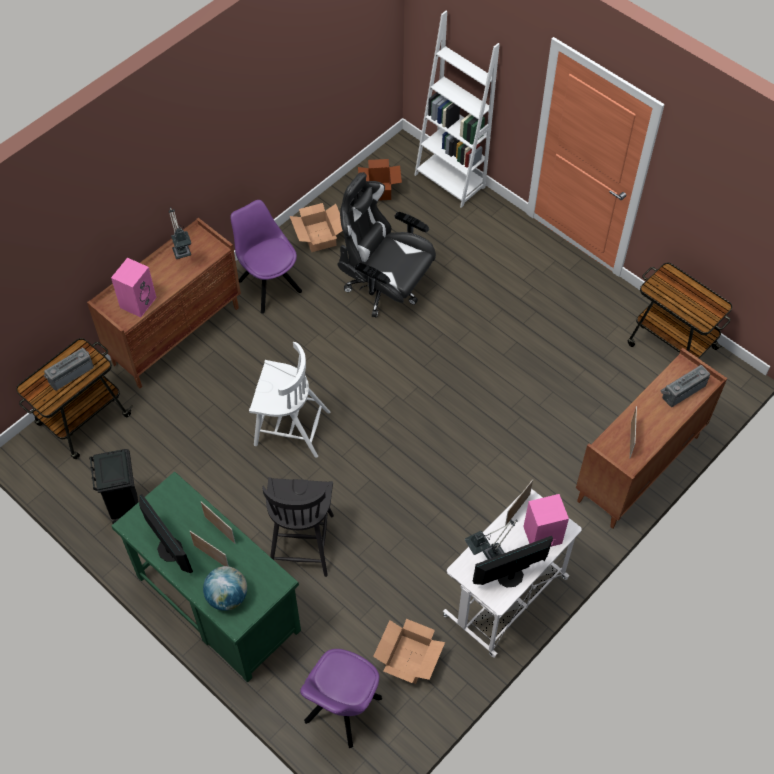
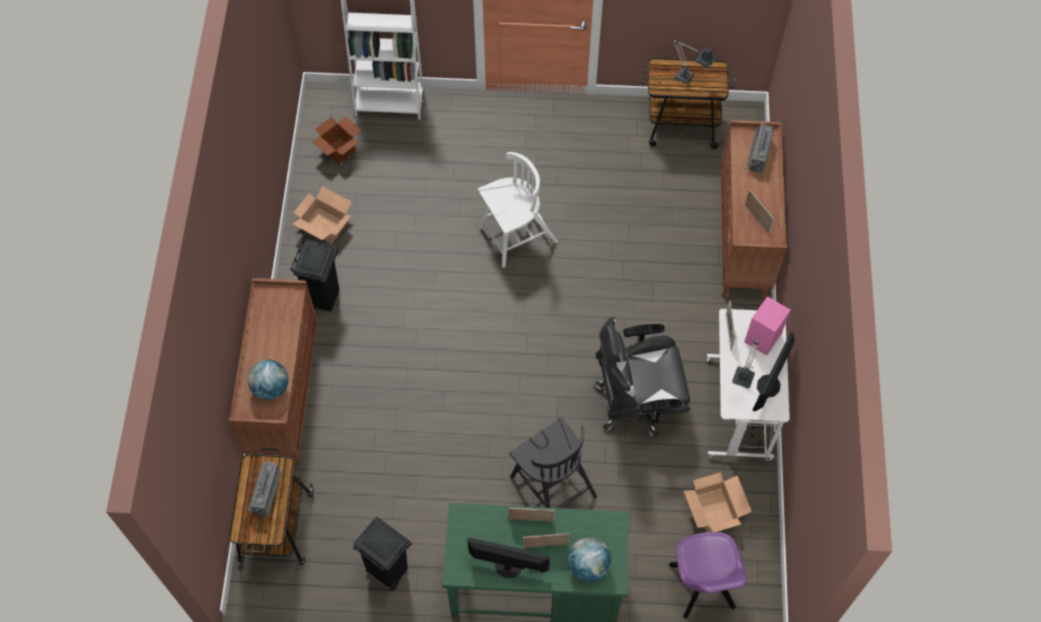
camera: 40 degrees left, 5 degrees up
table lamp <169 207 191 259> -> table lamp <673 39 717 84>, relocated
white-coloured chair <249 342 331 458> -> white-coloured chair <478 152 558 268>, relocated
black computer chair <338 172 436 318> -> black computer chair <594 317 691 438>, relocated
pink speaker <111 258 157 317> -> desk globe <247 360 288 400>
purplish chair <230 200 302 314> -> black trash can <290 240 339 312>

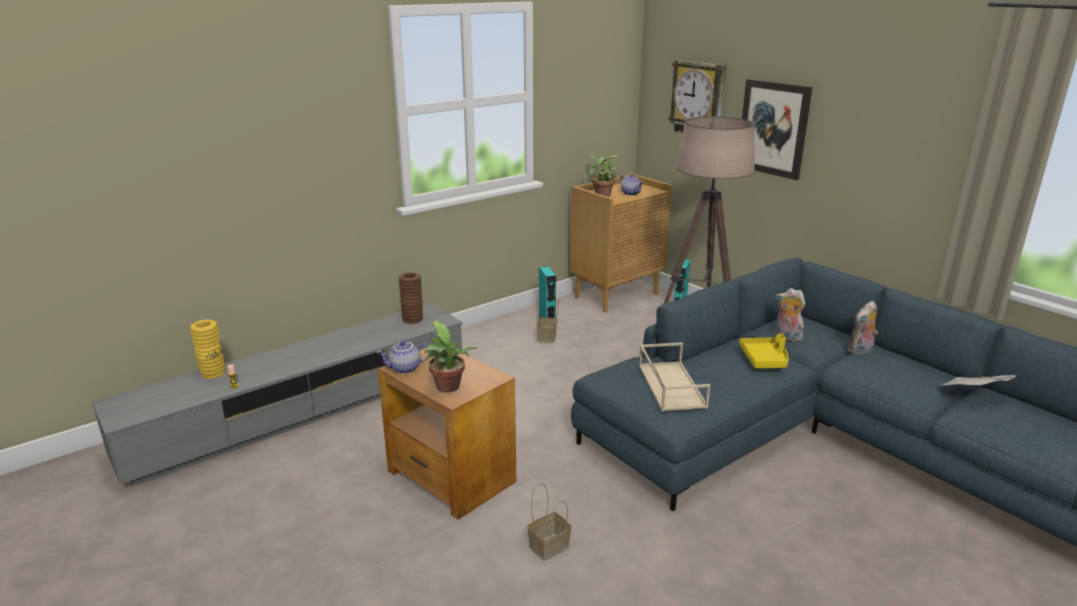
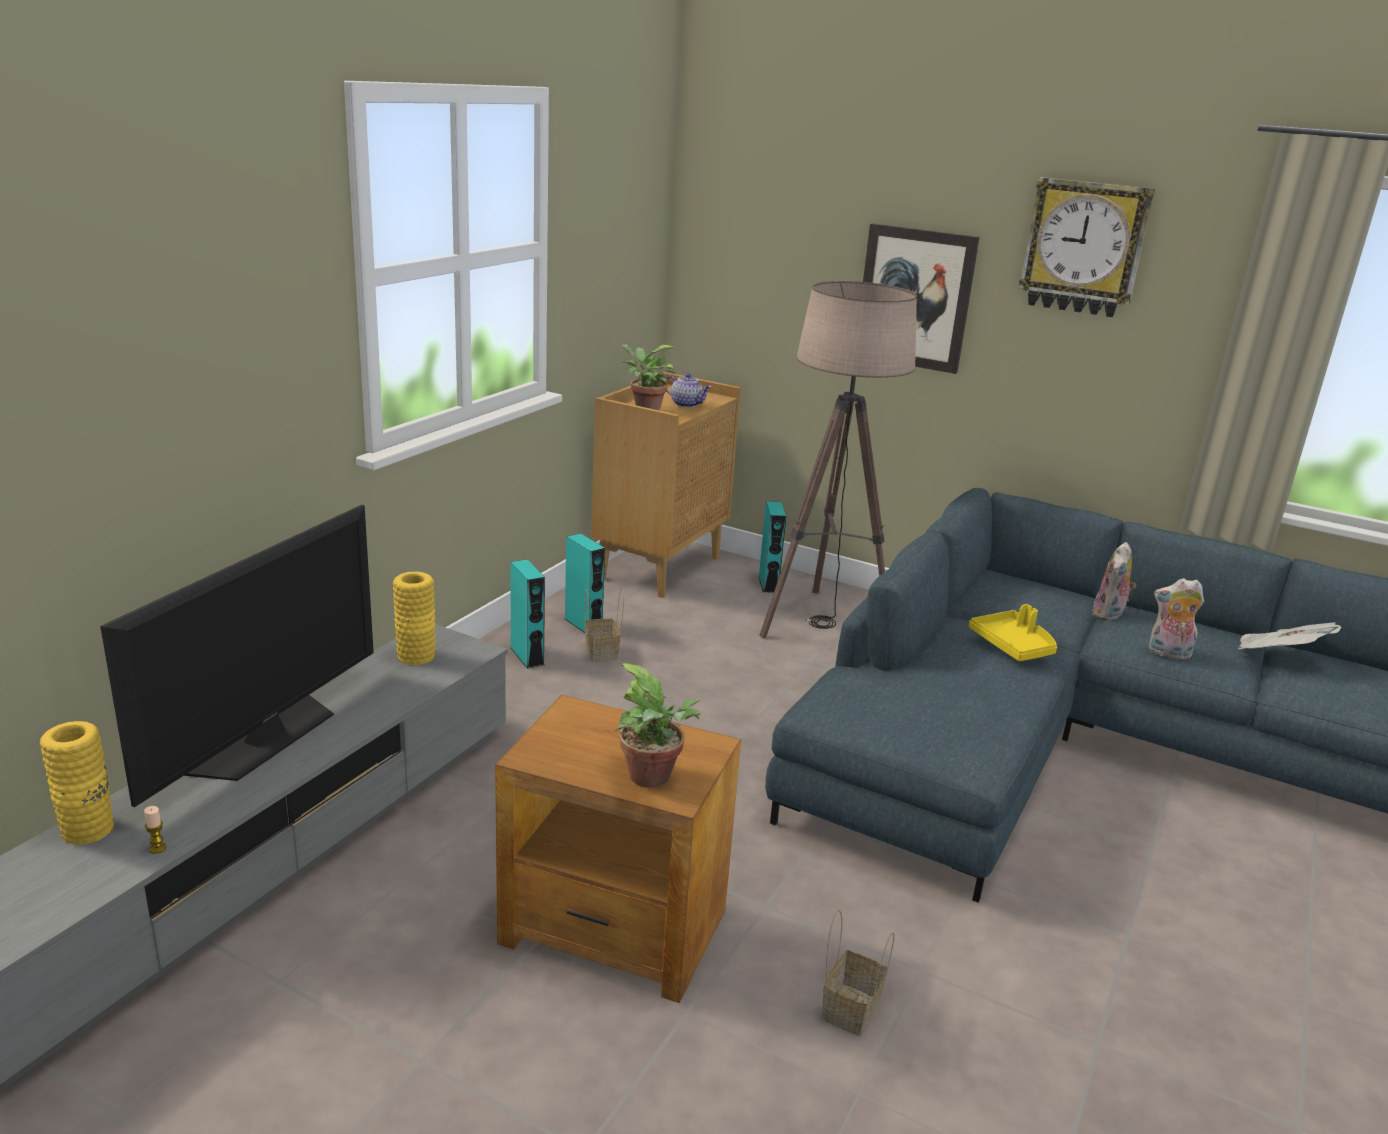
camera: 25 degrees left, 0 degrees up
pot for tea <377 341 430 374> -> none
beige serving tray <639 342 710 411> -> none
none -> TV set <100 505 374 807>
none -> turquoise speaker <510 559 545 669>
clock on the wall <668 60 726 133> -> clock on the wall <1019 177 1155 317>, relocated
soft toy <776 288 806 341> -> soft toy <1149 578 1204 659>, relocated
brown-coloured vase <399 272 423 324> -> yellow-coloured vase <393 572 436 665>

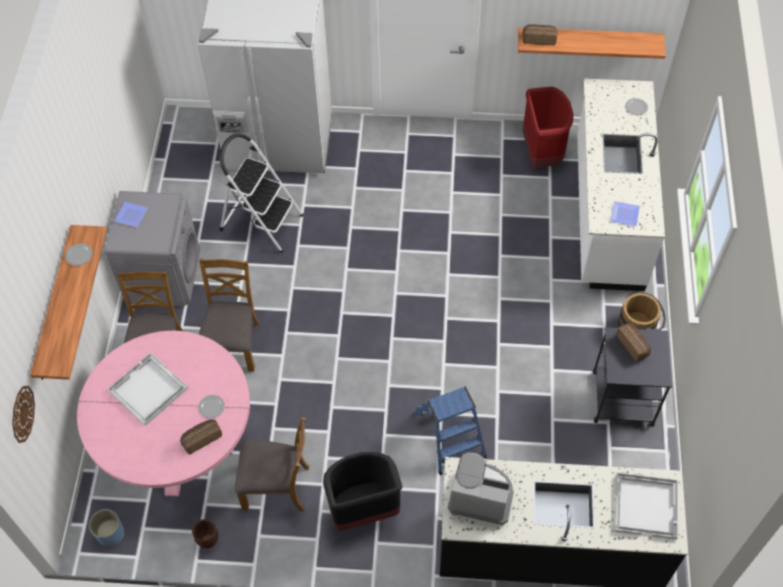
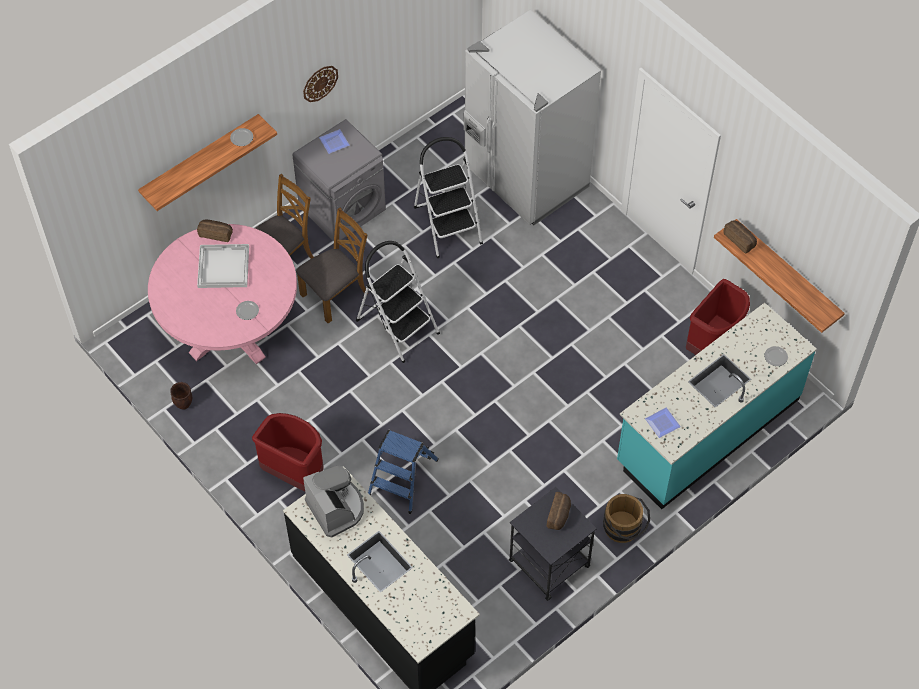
camera: 45 degrees right, 0 degrees up
blue planter <89 509 124 547> -> none
brown-coloured chair <234 417 309 511> -> none
white-coloured serving tray <614 473 678 540> -> none
none -> step ladder <356 241 440 363>
clock on the wall <12 386 35 443> -> clock on the wall <303 66 338 102>, relocated
baked bread <180 419 222 454> -> baked bread <197 220 233 242>, relocated
black trash can <323 452 402 531> -> reddish trash can <252 413 324 491>
white-coloured kitchen counter <577 78 665 291> -> turquoise kitchen counter <617 302 817 509>

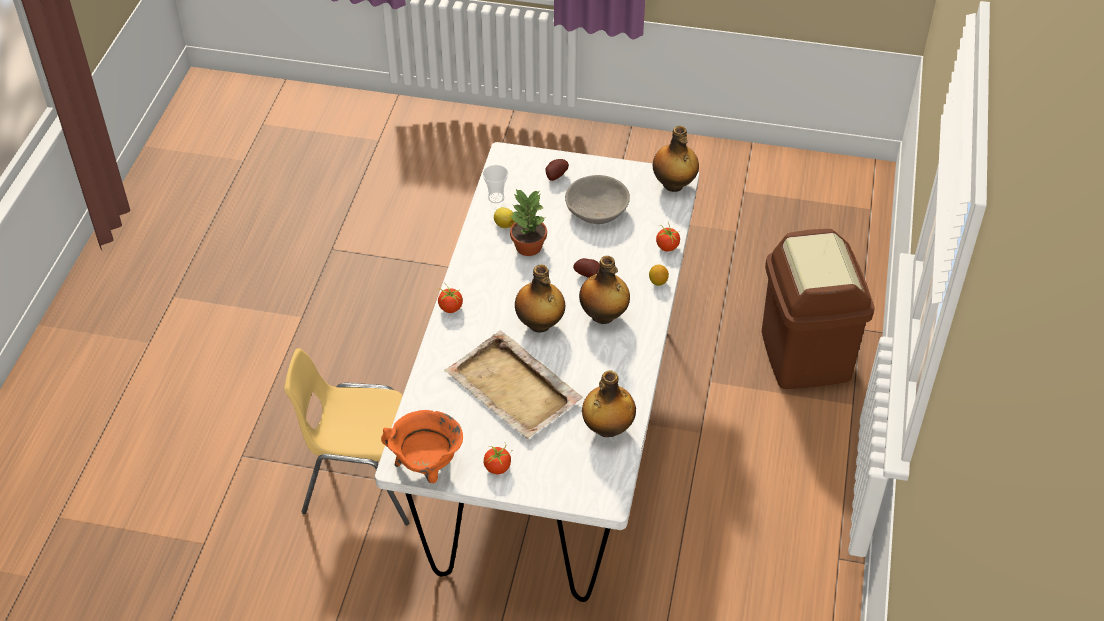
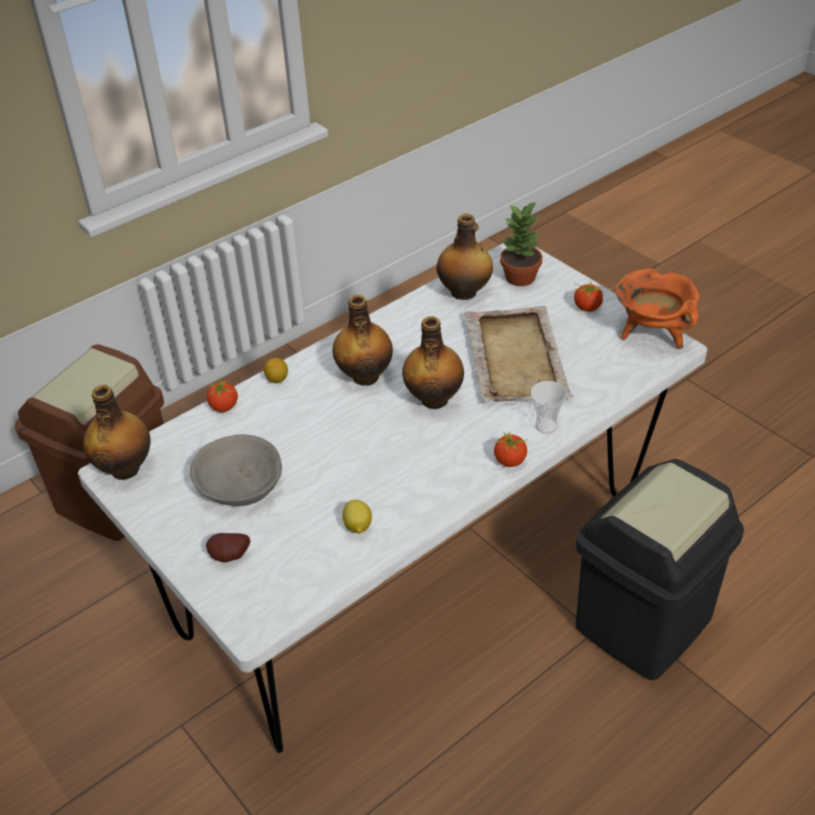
camera: 140 degrees left, 5 degrees down
spud <573 258 600 278> -> none
small cup <482 165 508 203> -> small cup <531 381 567 434>, relocated
houseplant <509 189 547 256> -> houseplant <500 201 542 286>, relocated
yellow-coloured chair <284 349 409 525> -> black trash can <576 459 744 680>

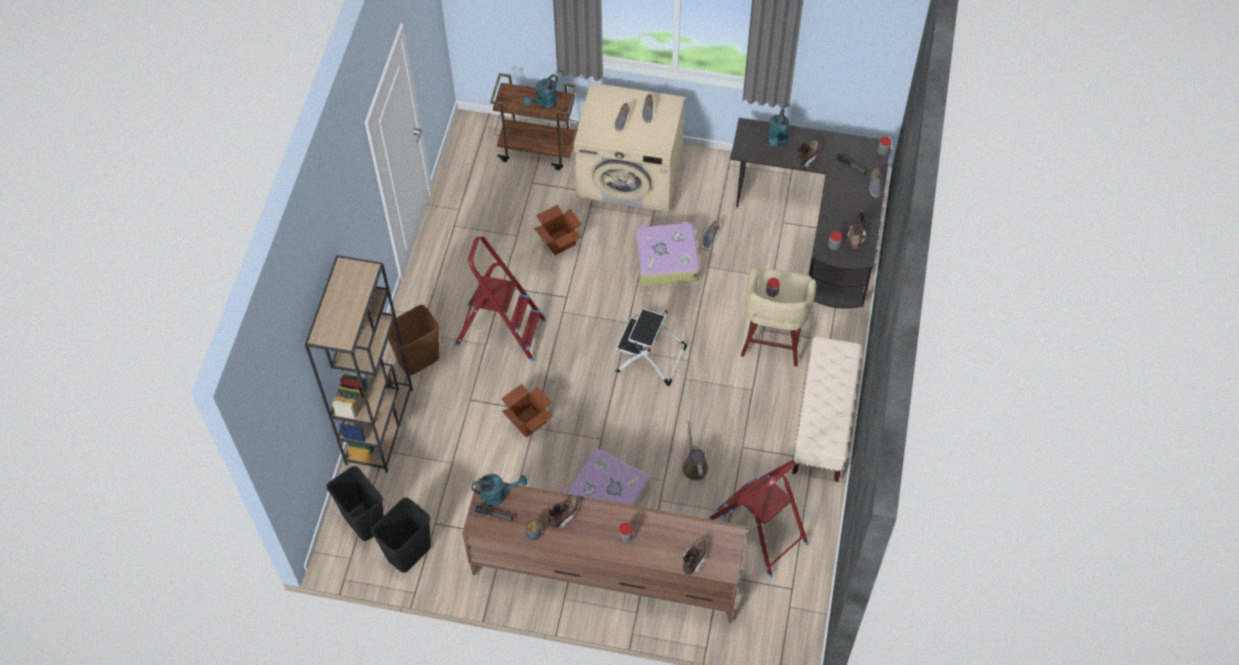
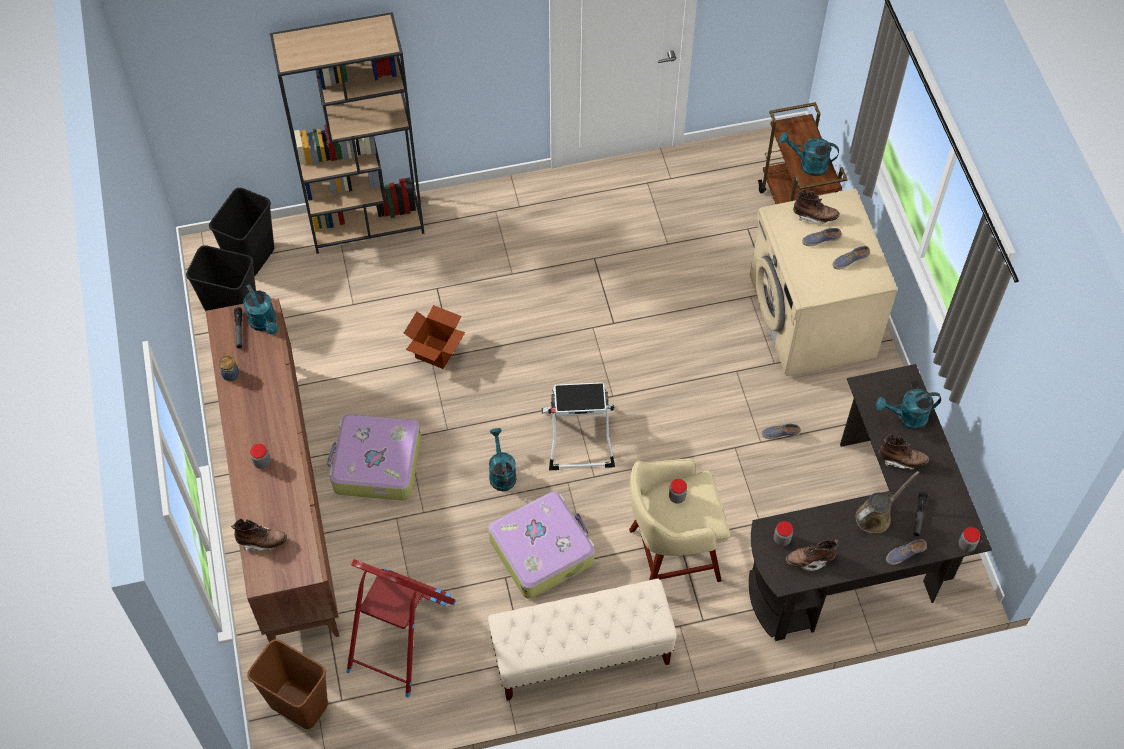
camera: 65 degrees right, 0 degrees up
reddish step ladder <454 237 546 361> -> none
carton <534 205 582 255> -> none
none -> turquoise sprinkling can <489 428 517 491>
brown-coloured trash can <388 305 439 376> -> brown-coloured trash can <247 639 328 729>, relocated
brown-coloured tall boot <548 495 579 528> -> brown-coloured tall boot <793 190 840 224>, relocated
piece of luggage <635 222 700 286> -> piece of luggage <488 492 595 599>, relocated
brown-coloured sprinkling can <683 421 708 480> -> brown-coloured sprinkling can <855 471 919 533>, relocated

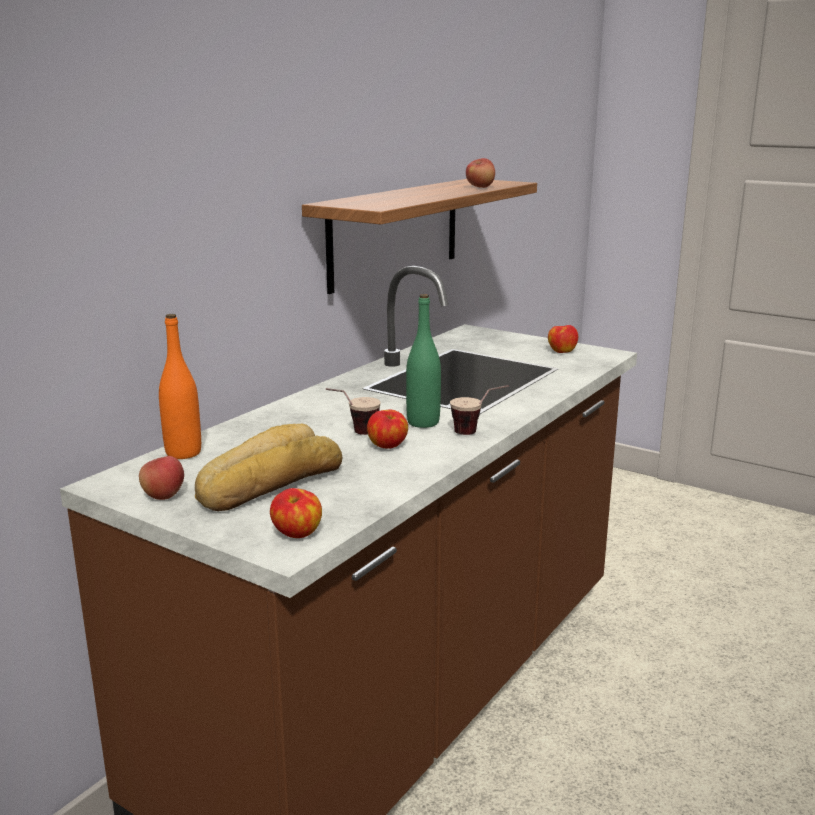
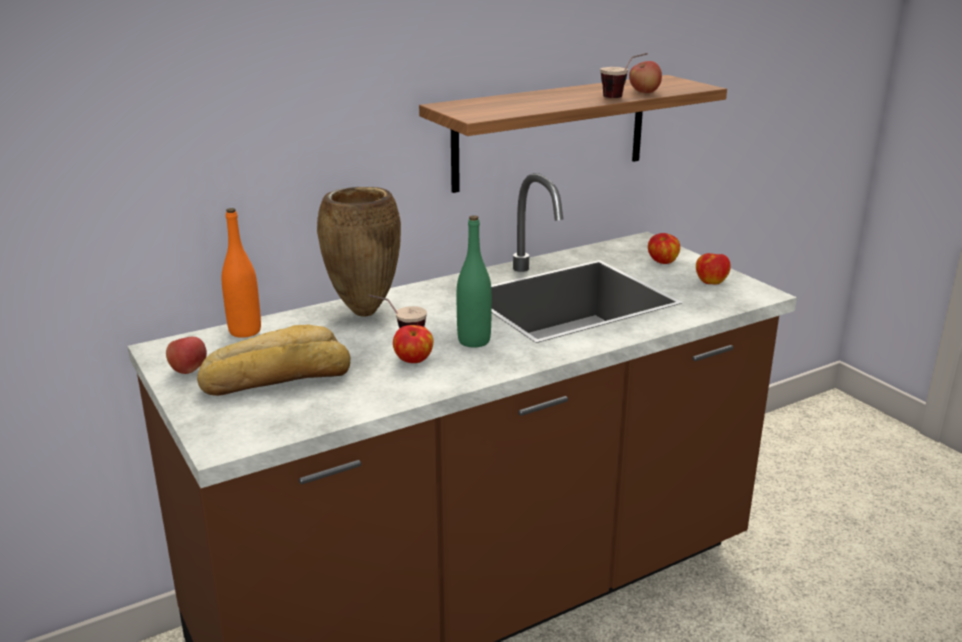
camera: 25 degrees right, 5 degrees up
none -> brown-coloured vase <317 187 401 316>
apple <270 488 322 538> -> apple <648 233 680 264>, relocated
small cup <450 385 509 435> -> small cup <600 53 648 98>, relocated

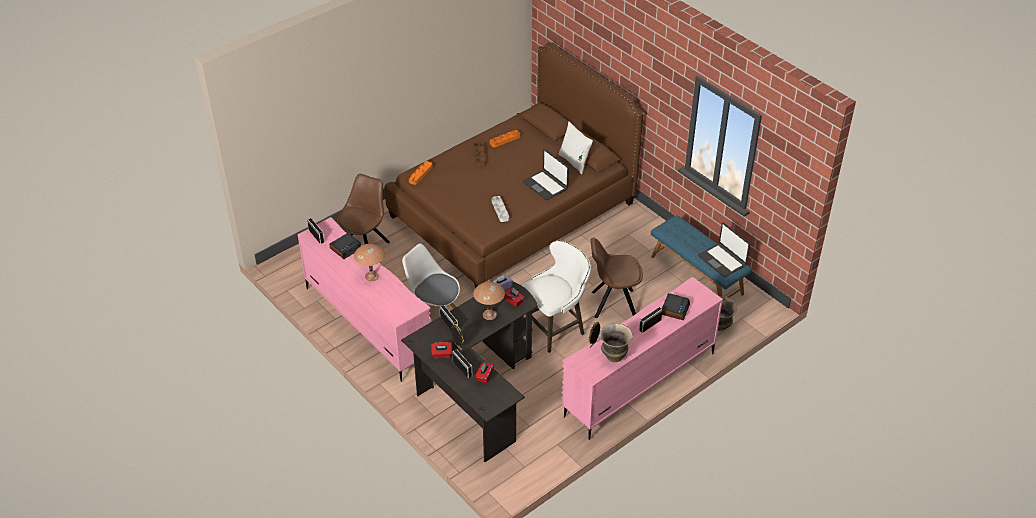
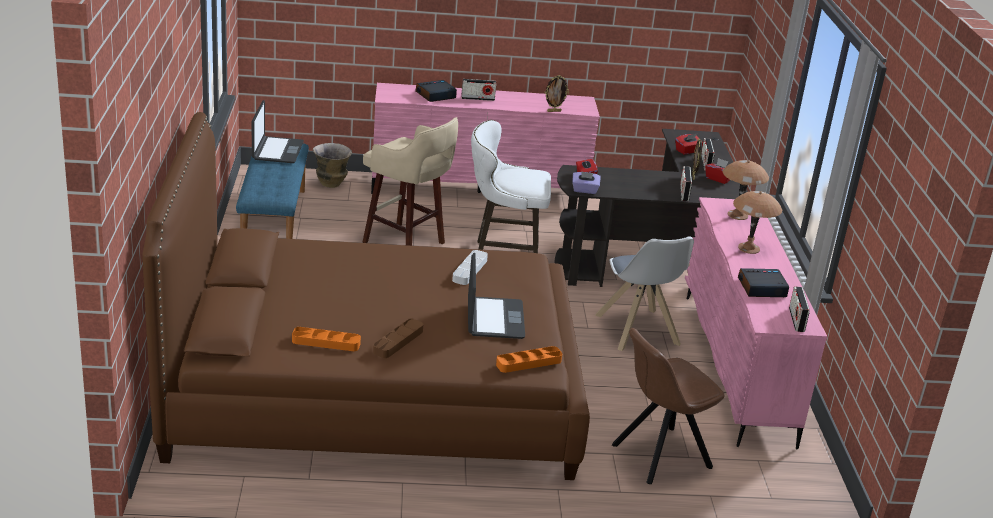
camera: 145 degrees left, 15 degrees down
white-coloured pillow <558 122 593 174> -> none
vase <600 323 633 362> -> none
brown-coloured table lamp <473 282 505 320> -> brown-coloured table lamp <723 160 769 220>, relocated
notebook computer <523 149 569 200> -> notebook computer <468 253 525 339>, relocated
brown-coloured chair <590 237 643 318> -> beige stool seat <363 117 458 246>

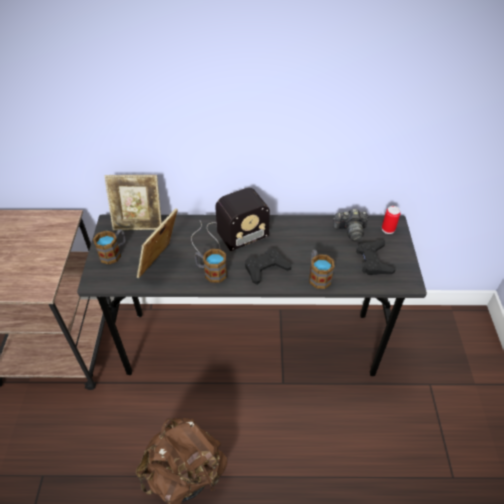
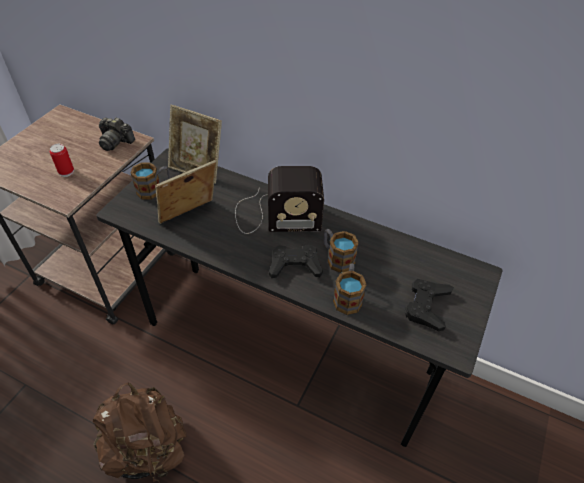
camera: 25 degrees right, 0 degrees up
tea mug <194 249 227 283> -> tea mug <324 229 359 273>, relocated
still camera <333 209 368 242> -> still camera <99 117 135 151>, relocated
can <382 206 401 234> -> can <50 144 74 177>, relocated

